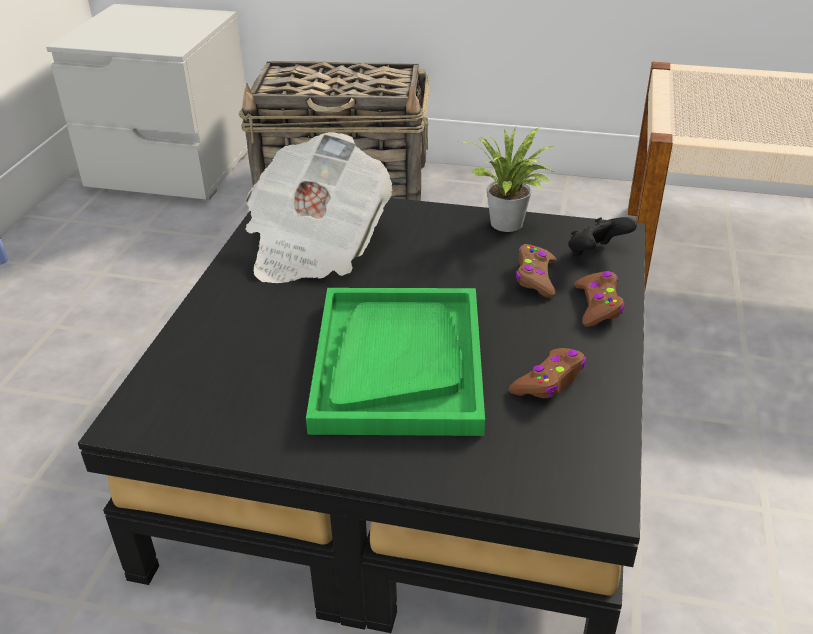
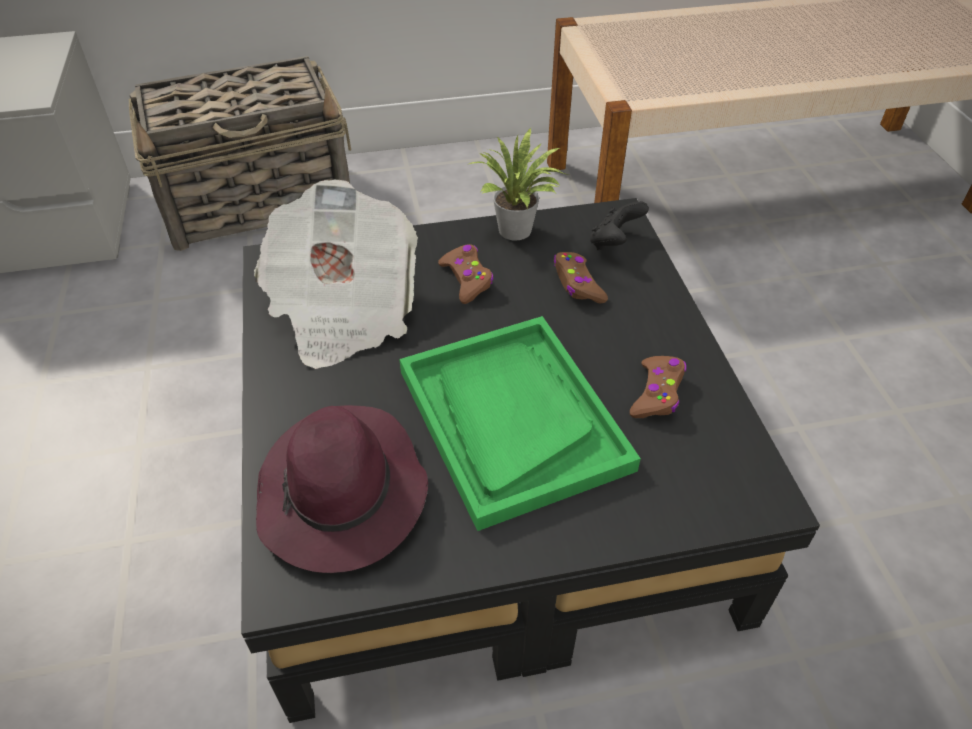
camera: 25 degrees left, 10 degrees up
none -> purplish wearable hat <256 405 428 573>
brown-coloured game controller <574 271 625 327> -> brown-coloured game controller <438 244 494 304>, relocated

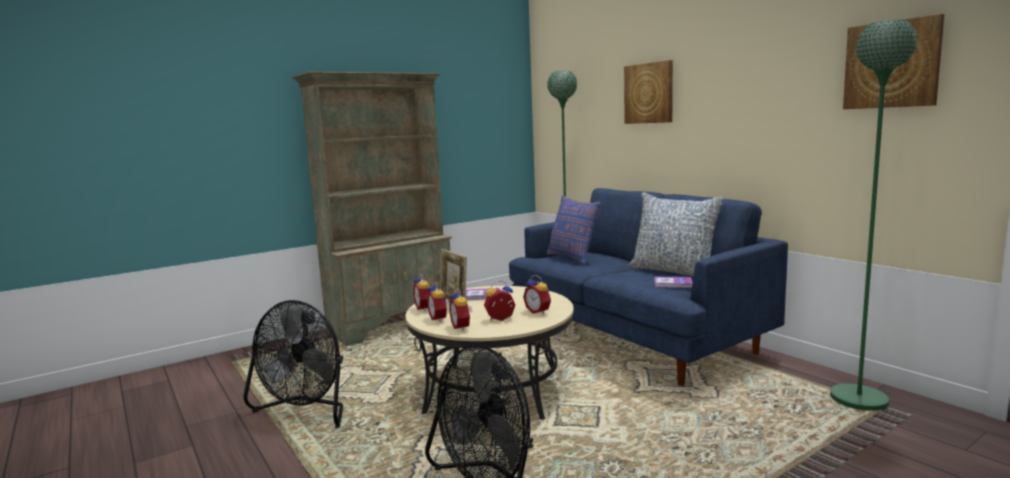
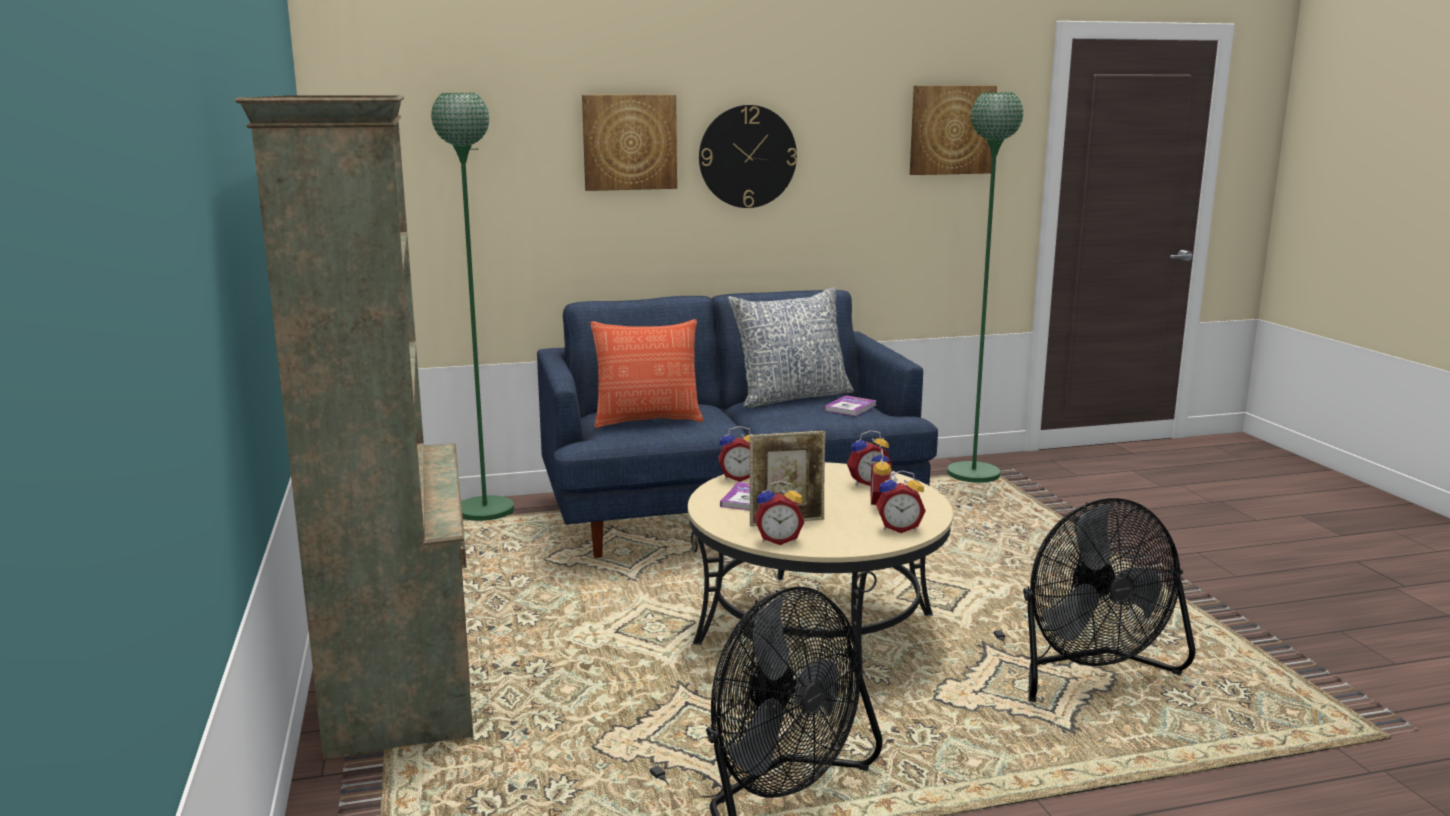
camera: 70 degrees left, 5 degrees up
none -> clock on the wall <699 105 797 208>
bedside clock <427 281 449 322> -> bedside clock <718 426 755 482>, relocated
blue pillow <547 195 601 265> -> orangey pillow <590 319 703 428>

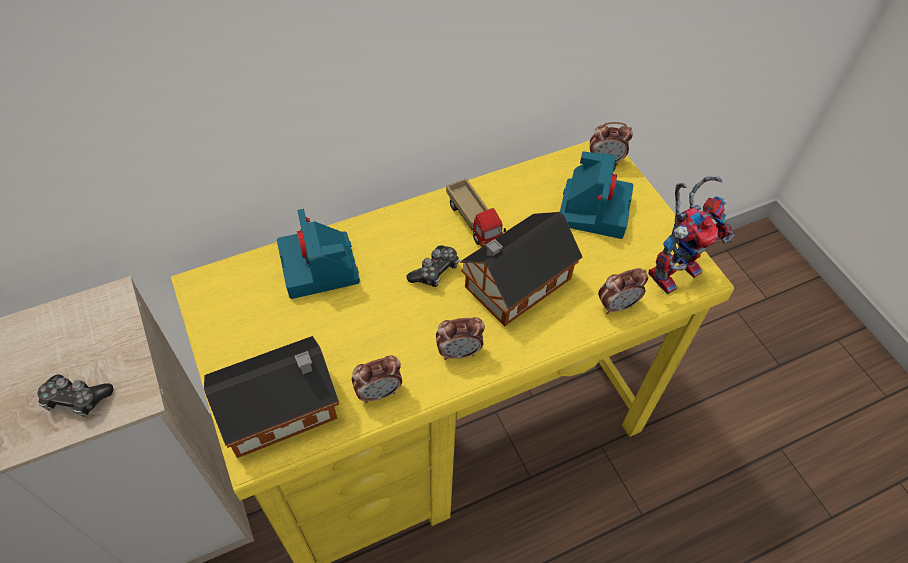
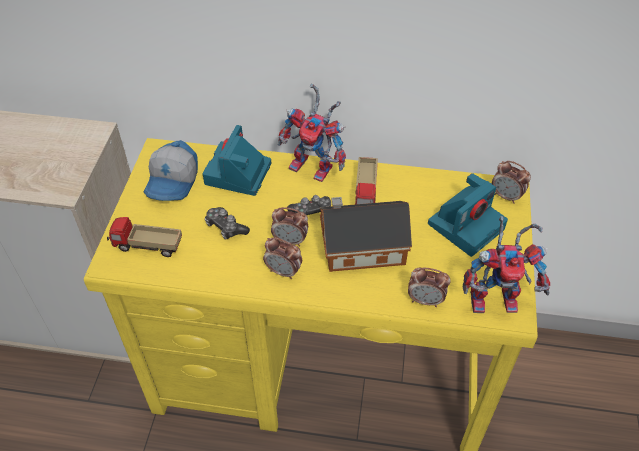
camera: 35 degrees right, 5 degrees down
none -> peaked cap <143 140 198 201>
none -> toy robot <278 84 346 182>
game controller <38 375 114 417> -> game controller <205 207 250 240>, relocated
bedside clock <352 355 402 403> -> bedside clock <271 207 308 247>, relocated
toy house <204 336 339 458> -> model truck <107 217 182 257>

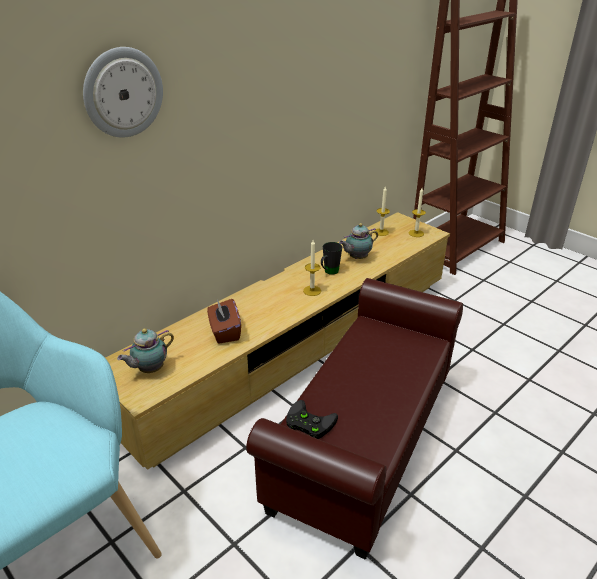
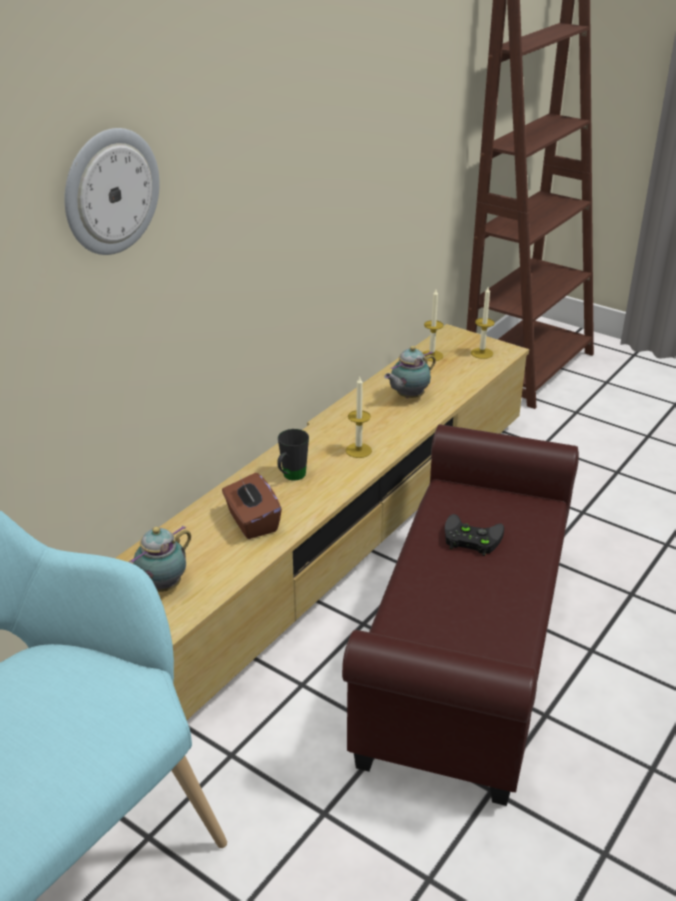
camera: 10 degrees left, 0 degrees up
black game controller <286 400 338 439> -> black game controller <445 514 504 556>, relocated
black tea mug <321 242 342 275> -> black tea mug <277 429 309 481>, relocated

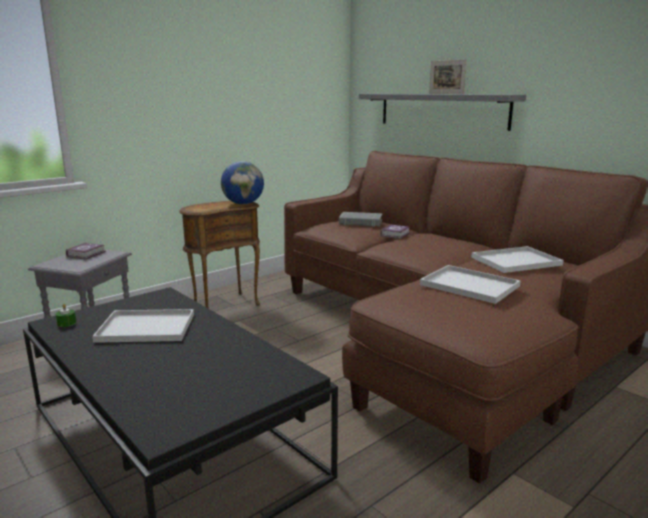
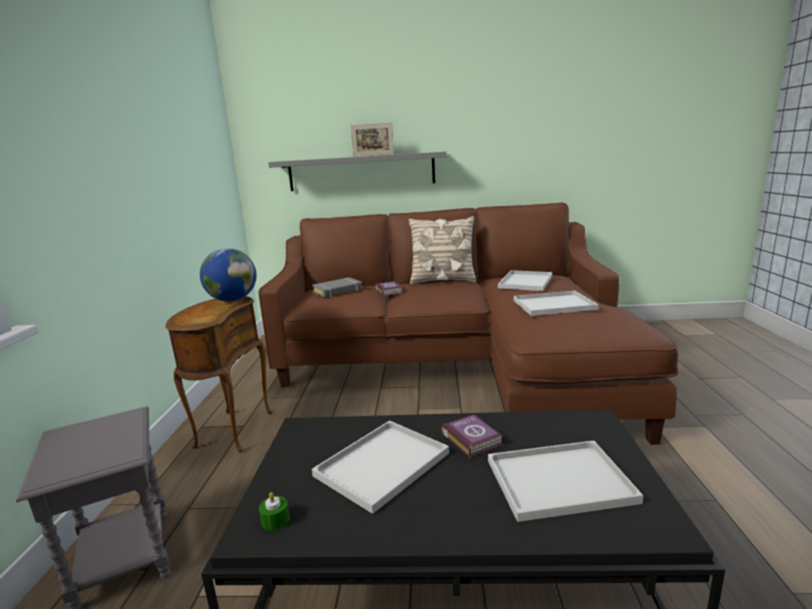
camera: 45 degrees left, 0 degrees up
none -> beige pillow <409 216 476 284>
none -> white-coloured serving tray <488 441 643 522>
volume <66 242 106 259> -> volume <442 414 503 459>, relocated

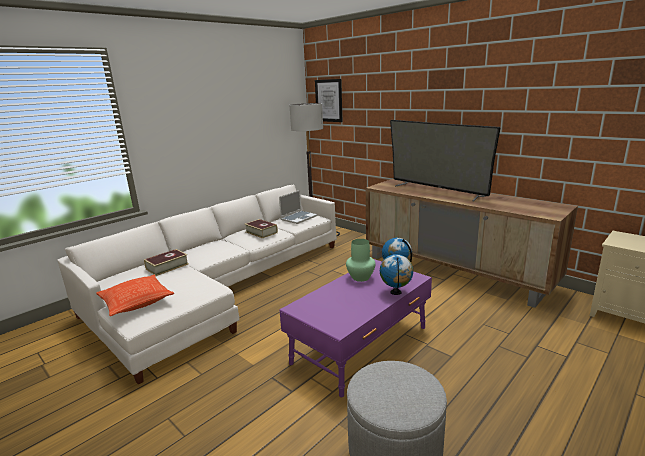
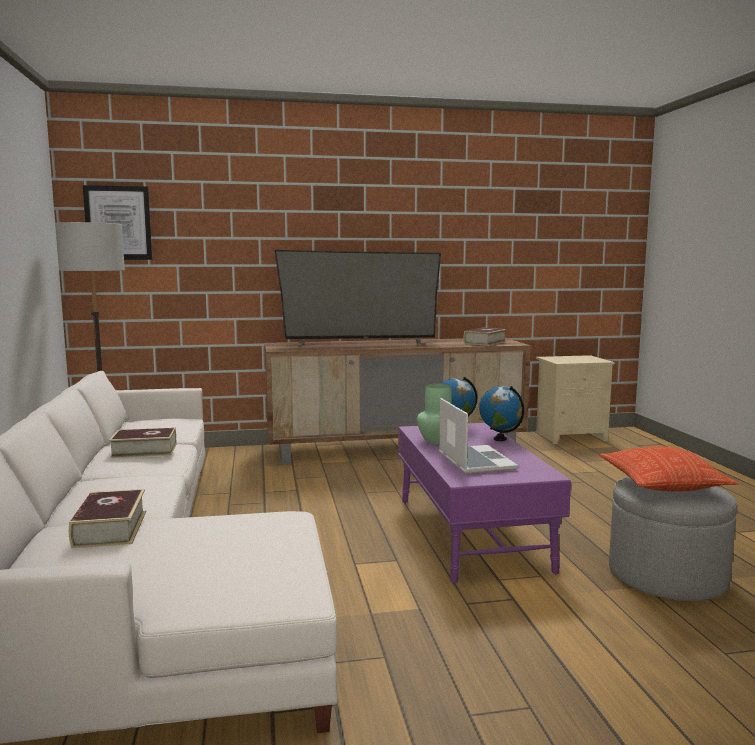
camera: 55 degrees left, 10 degrees down
none -> volume <463 328 507 346>
orangey pillow <96 275 174 316> -> orangey pillow <599 446 739 492>, relocated
notebook computer <279 190 317 224> -> notebook computer <439 398 518 474>, relocated

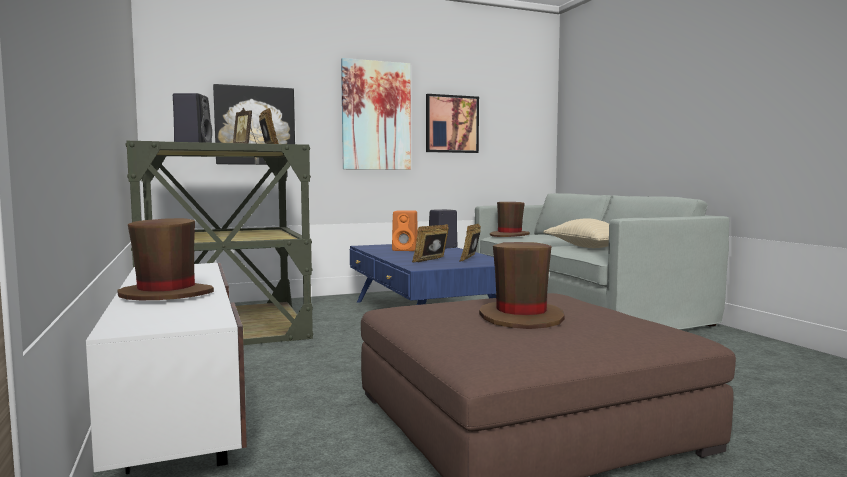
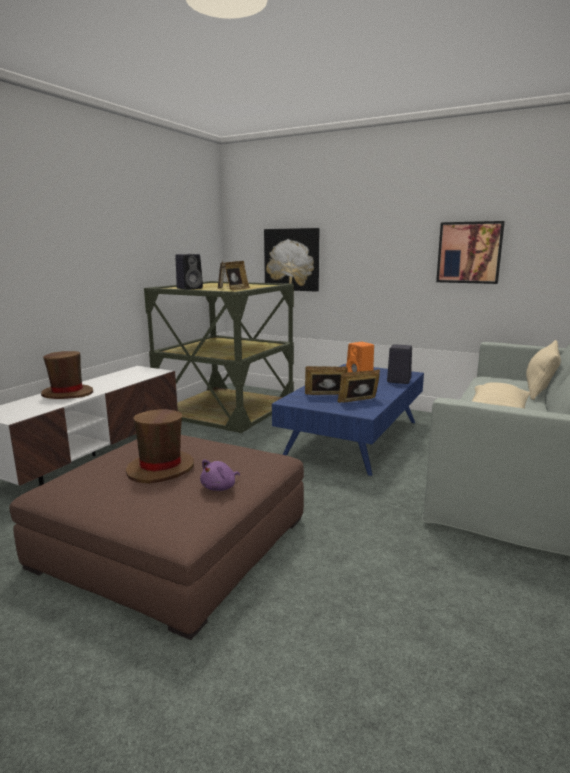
camera: 50 degrees right, 10 degrees up
wall art <341 58 411 170> -> none
brown-coloured wearable hat <490 202 530 237> -> none
none -> purplish soft toy <200 460 240 491>
none -> beige pillow <526 340 561 400>

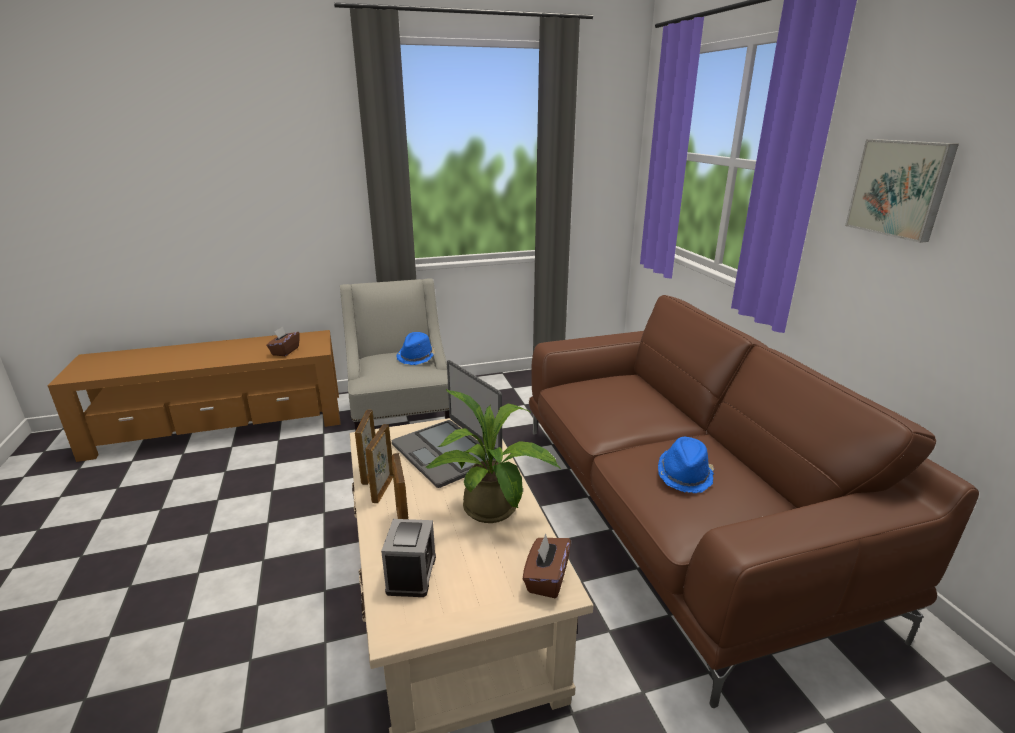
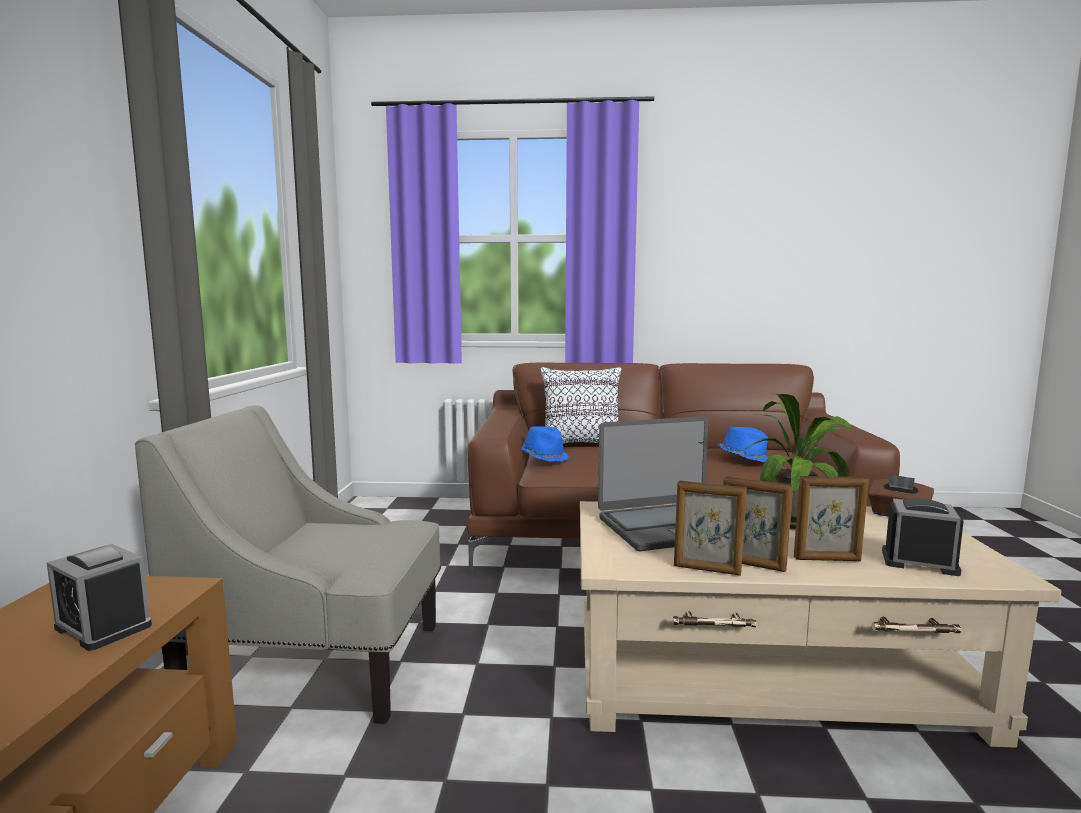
camera: 70 degrees left, 15 degrees down
wall art <845 139 959 243> -> none
none -> white-coloured pillow <540 367 621 444>
blue wearable hat <396 332 435 365> -> blue wearable hat <522 426 569 462>, relocated
brown-coloured tissue holder <267 327 300 356> -> bedside clock <47 544 152 651>

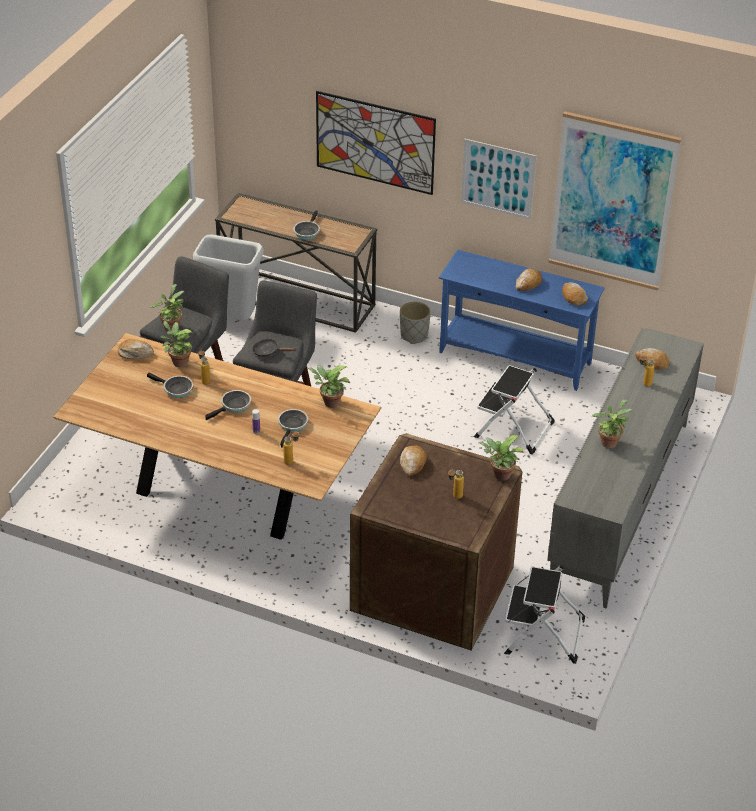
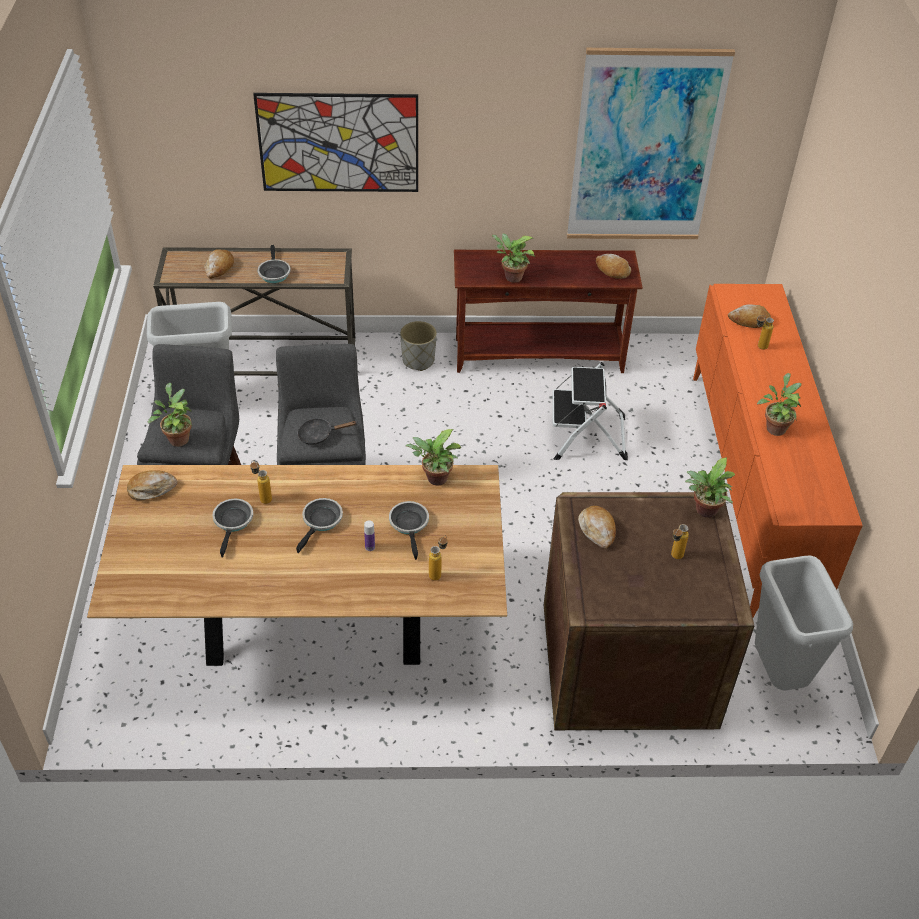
camera: 25 degrees left, 5 degrees up
wall art <461 139 537 220> -> none
houseplant <161 321 193 367> -> houseplant <491 233 536 283>, relocated
baked bread <516 268 542 291> -> baked bread <204 249 234 279>, relocated
step ladder <504 565 585 664> -> grey trash can <755 555 853 690>
blue narrow table <439 250 605 391> -> brown-coloured narrow table <454 250 643 373>
grey storage cabinet <547 328 704 608> -> orangey storage cabinet <693 284 863 617>
frying pan <147 373 193 398> -> frying pan <212 498 253 557>, 90 degrees counterclockwise

